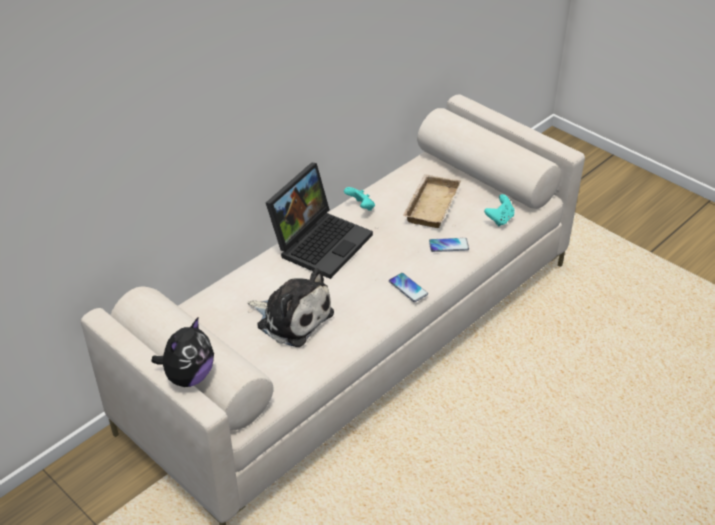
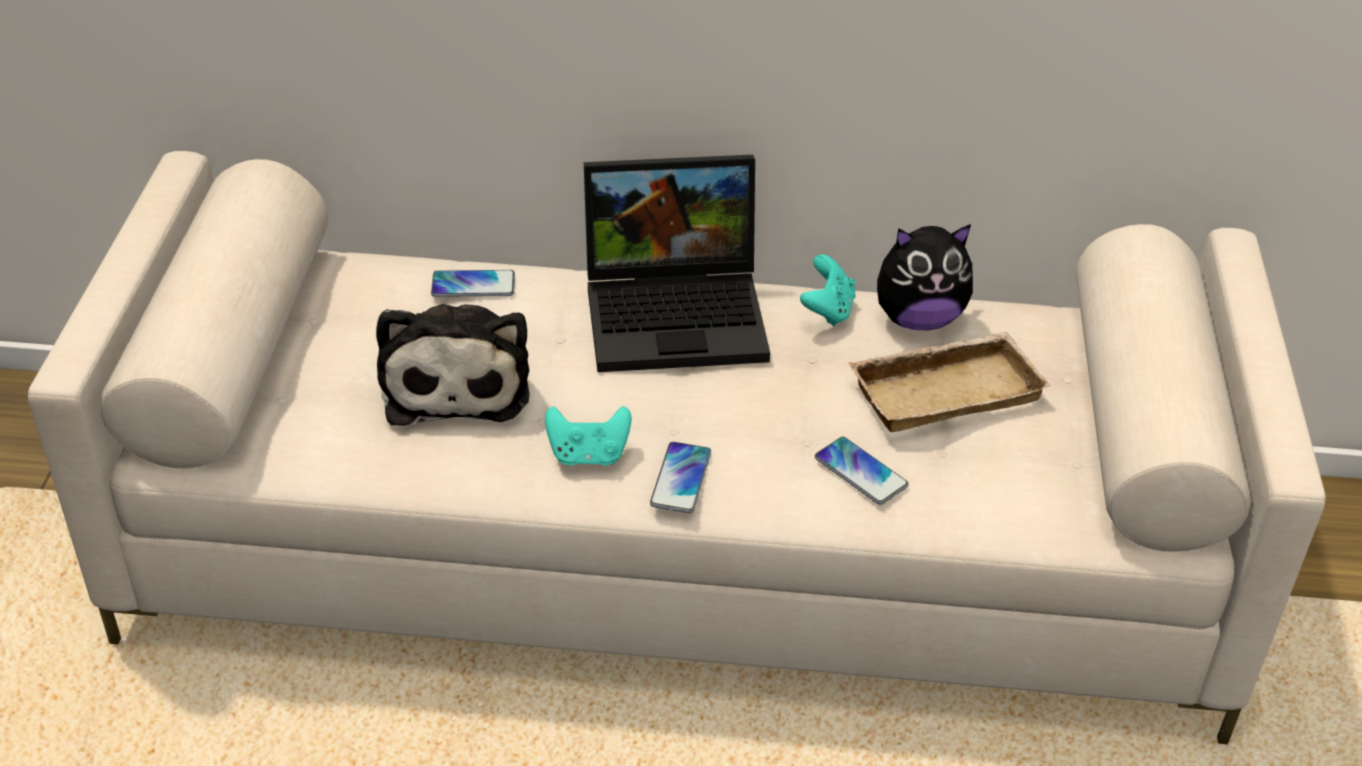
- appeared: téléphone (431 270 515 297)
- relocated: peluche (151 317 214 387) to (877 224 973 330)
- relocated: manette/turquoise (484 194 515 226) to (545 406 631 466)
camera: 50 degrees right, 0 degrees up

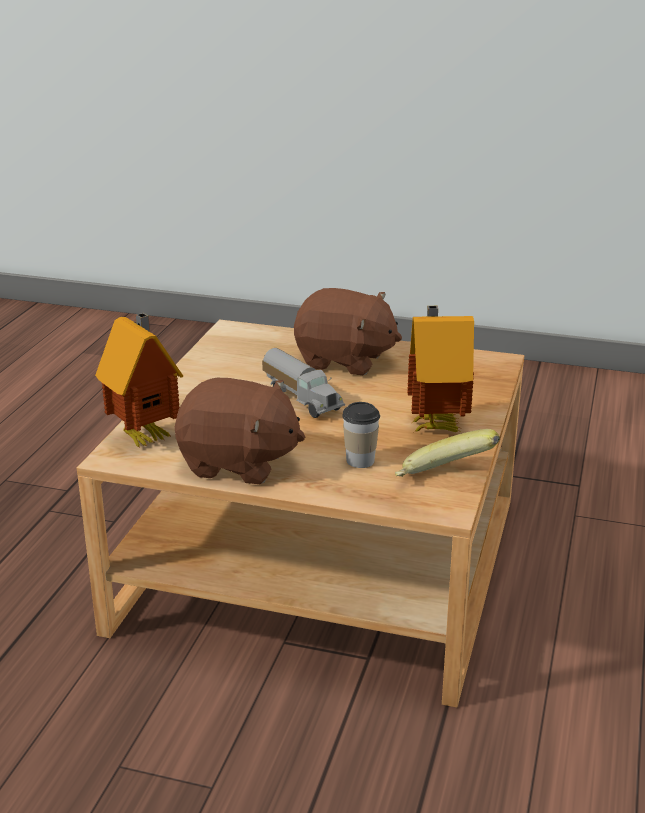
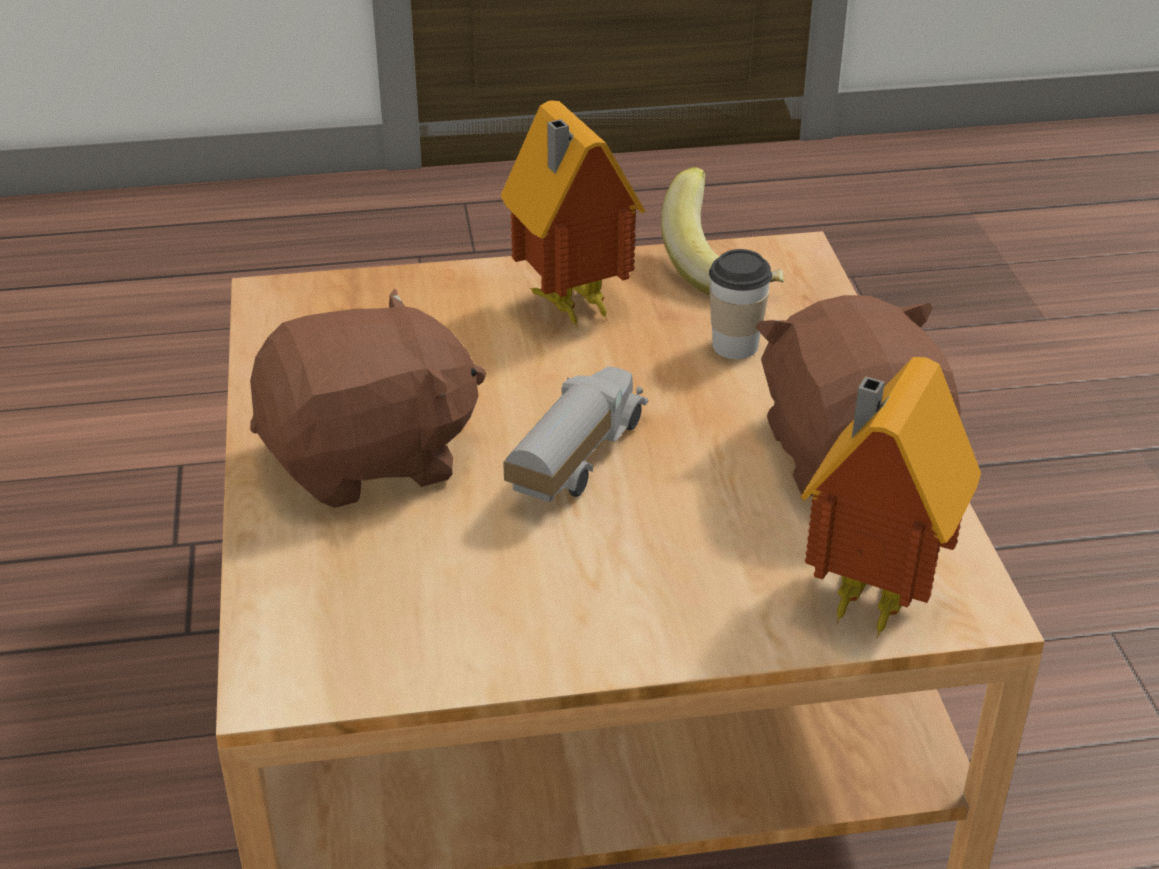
- spun: peluche/marron (294 288 402 375) = (250 289 486 508) 75 degrees clockwise
camera: 115 degrees left, 10 degrees up

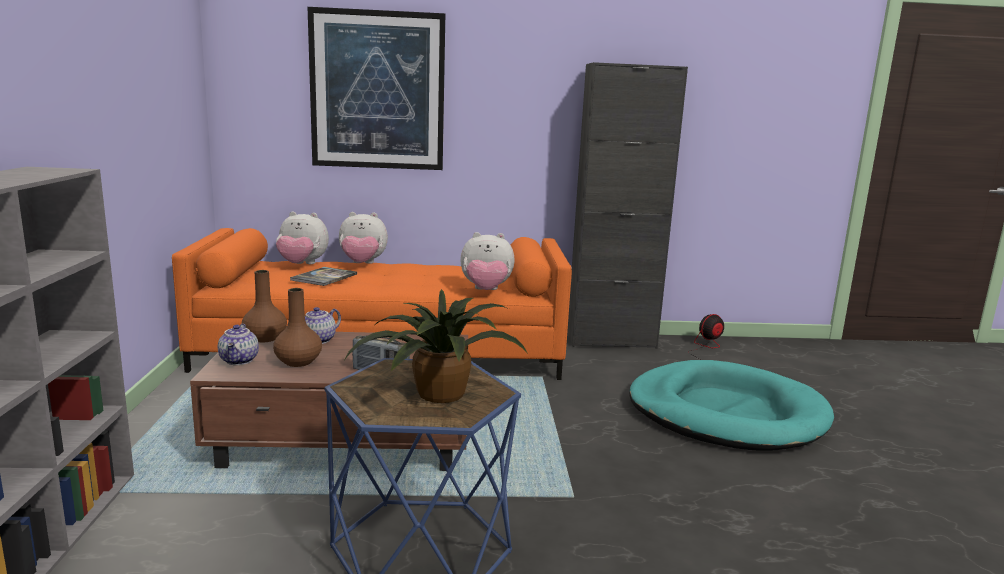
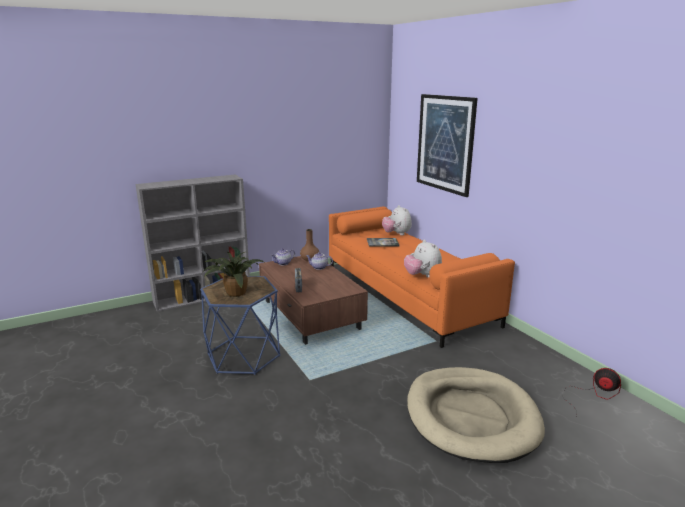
- missing: vase/marron (273 288 322 367)
- missing: peluche (339 212 388 264)
- missing: meuble de rangement/noir (567 62 688 349)
- colour: panier pour chien/turquoise (629 360 834 451) to panier pour chien/beige (407 367 545 463)
camera: 65 degrees right, 5 degrees up

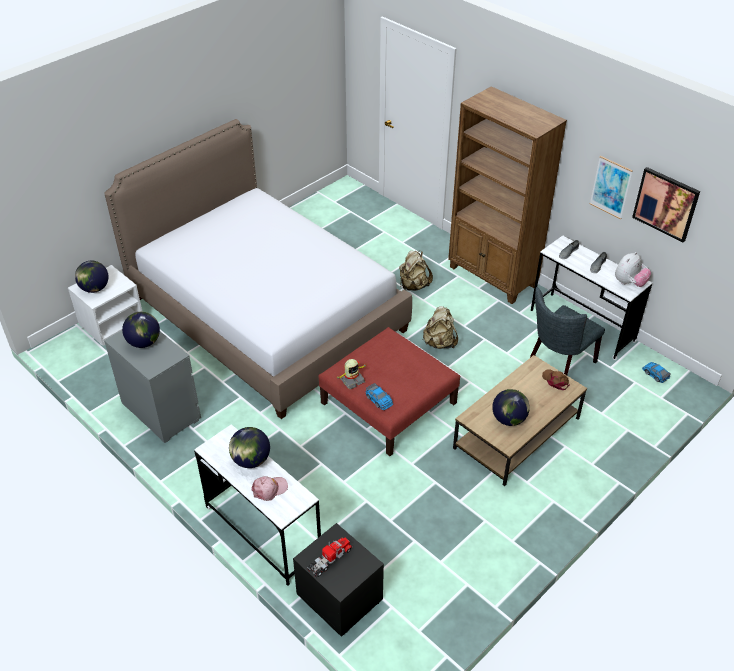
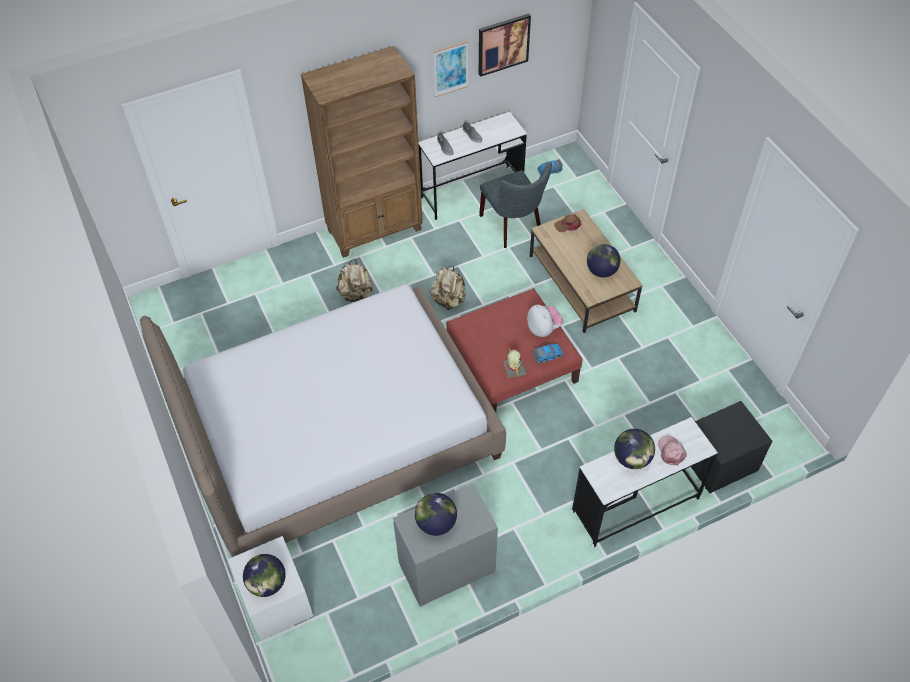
- missing: camion jouet (307 538 353 578)
- relocated: peluche (615 252 651 287) to (527 304 563 337)
camera: 70 degrees left, 10 degrees up

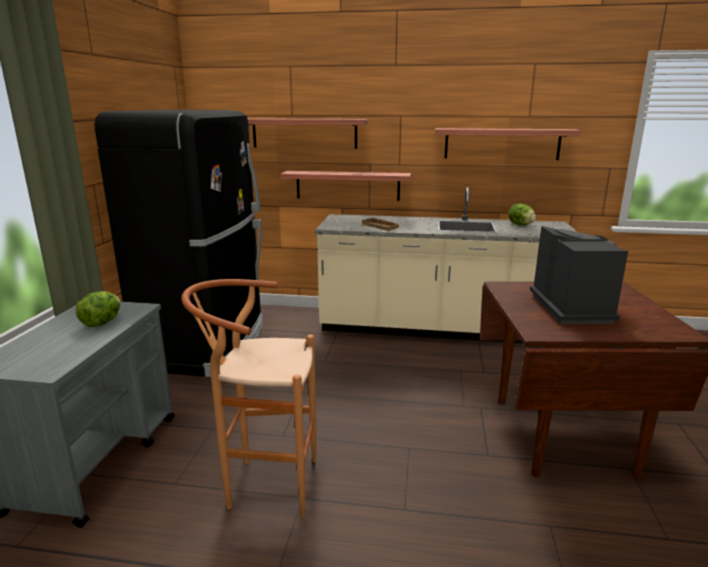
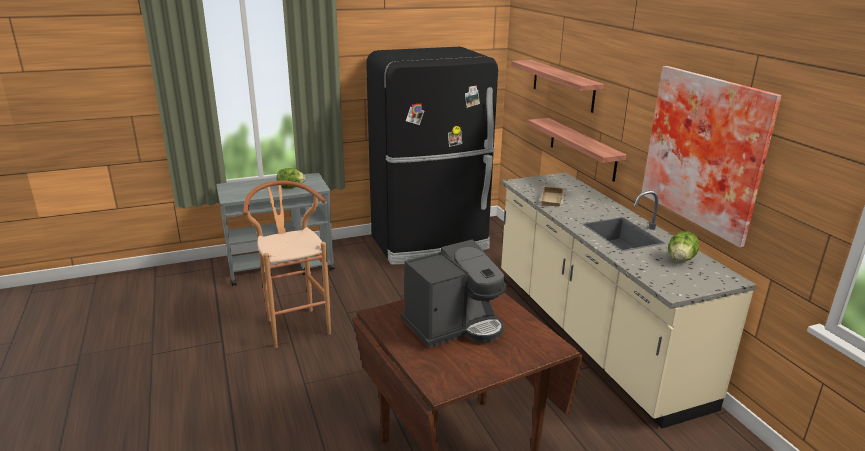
- exchanged: étagère (435 128 581 160) to tableau (642 66 781 247)
camera: 60 degrees right, 5 degrees up

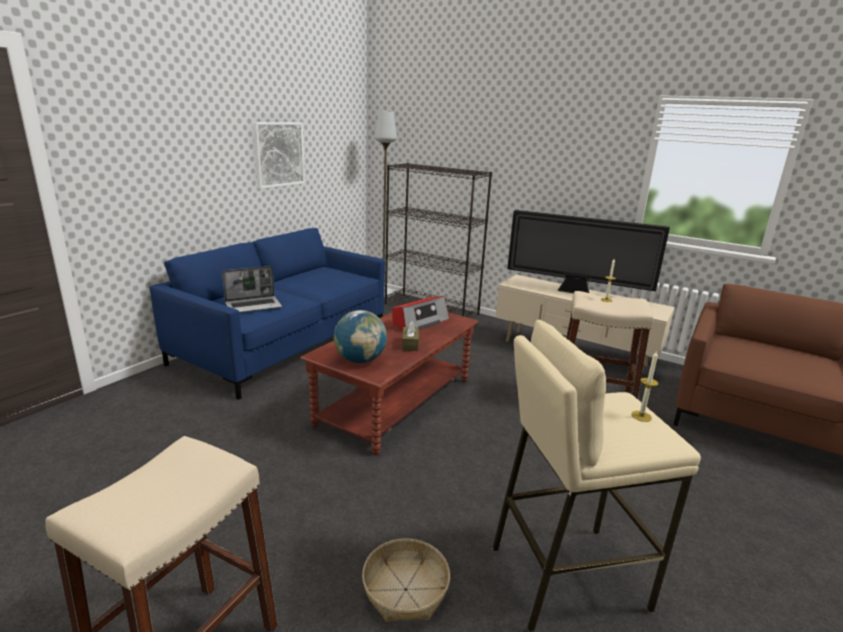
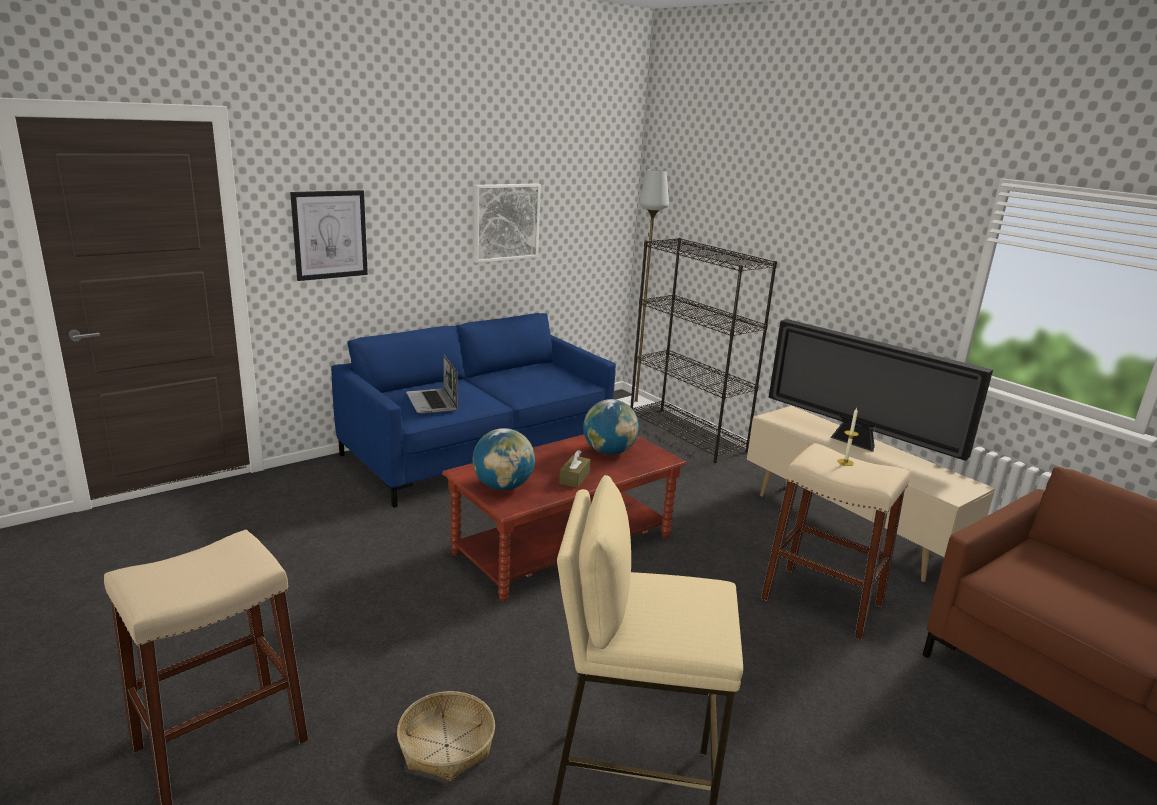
- missing: bougie (631 351 659 422)
- appeared: tableau (290 190 368 281)
- exchanged: radio (392 296 450 330) to globe (583 399 639 455)
- spun: ordinateur portable (222 266 282 313) = (406 354 458 414) 75 degrees clockwise
camera: 20 degrees right, 0 degrees up

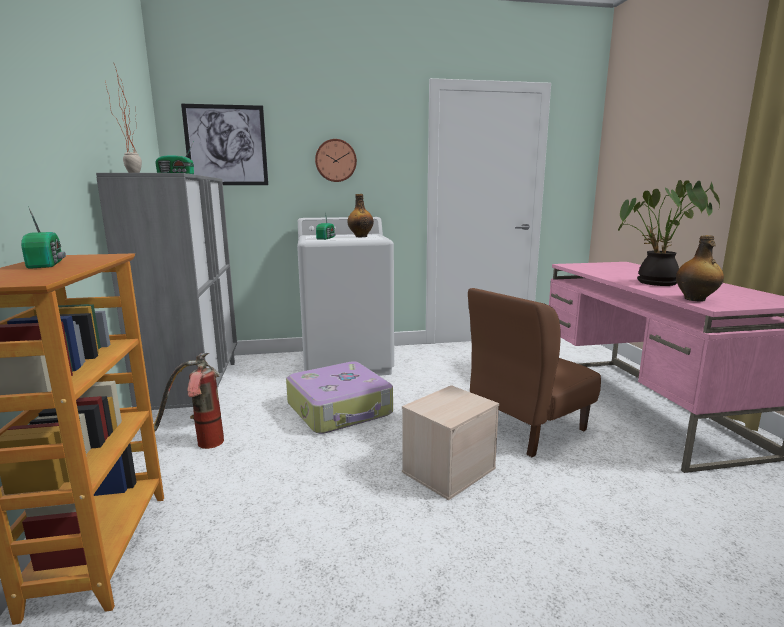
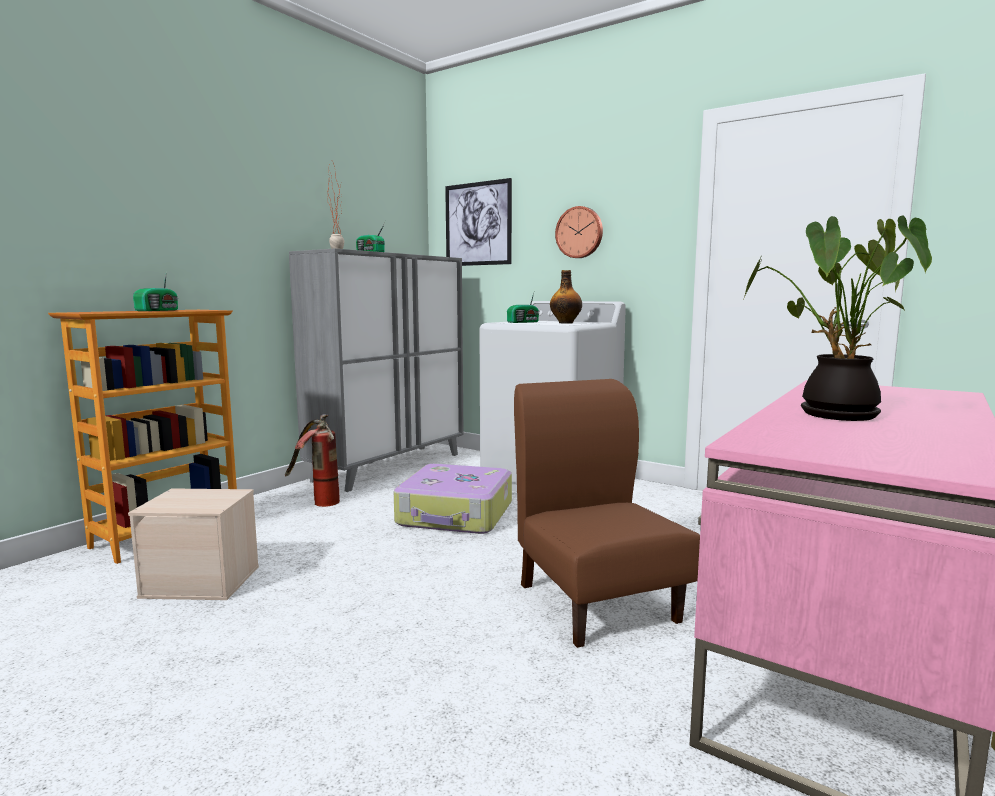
- missing: bouteille (676 235 724 301)
- relocated: boîte de rangement/beige (402 385 499 500) to (128 488 259 600)
- spun: chaise/marron (468 288 601 457) = (514 379 700 648) 60 degrees clockwise
camera: 45 degrees right, 5 degrees down

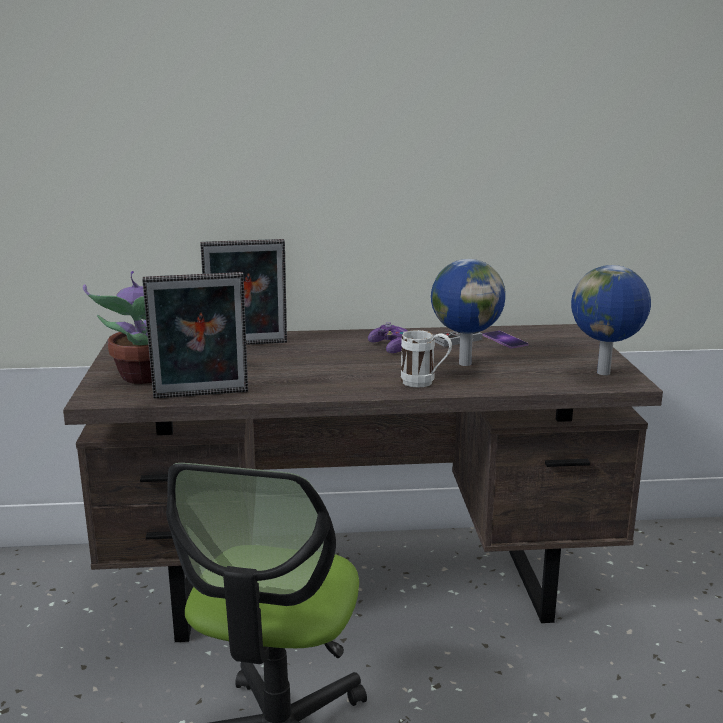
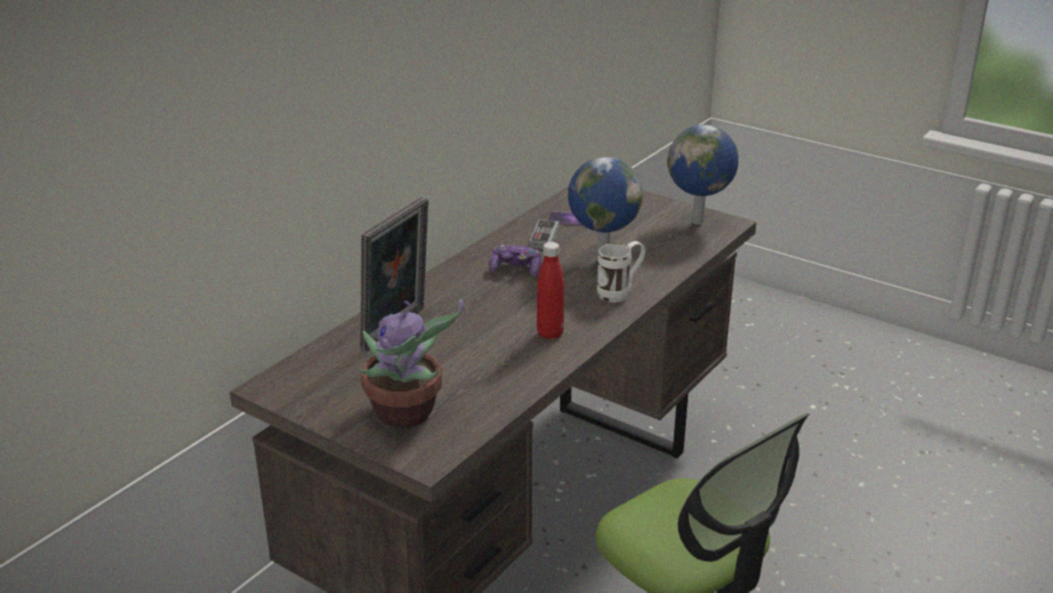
- missing: cadre photo (142 272 248 399)
- appeared: bouteille/rouge (537 242 564 340)
camera: 50 degrees left, 10 degrees up

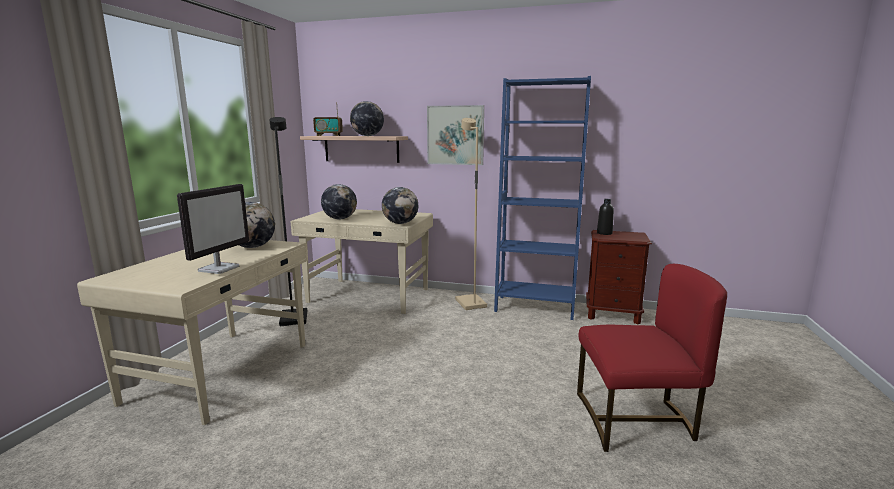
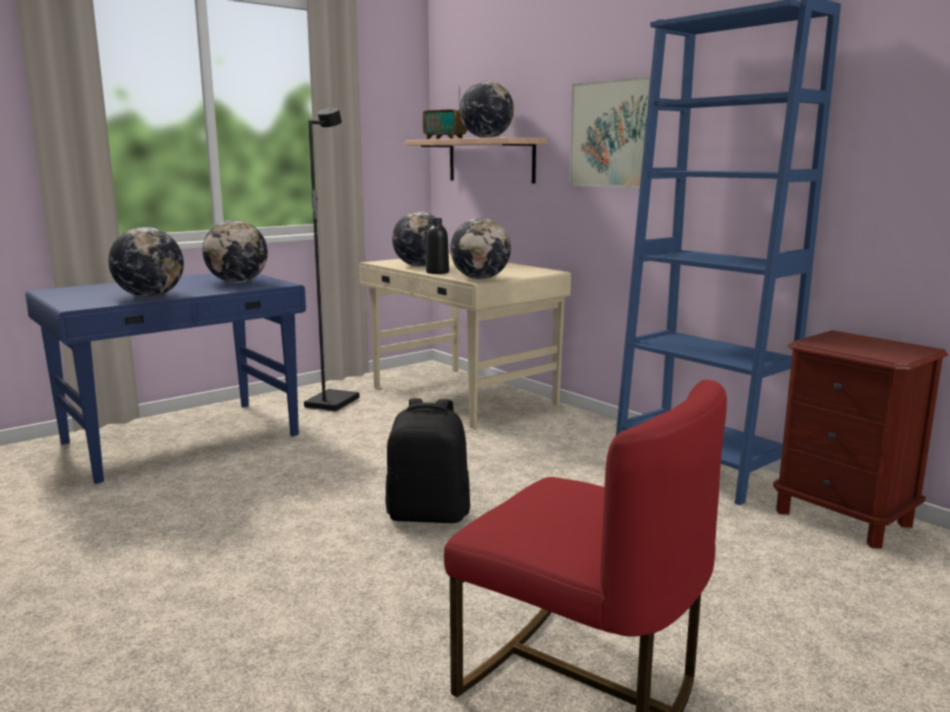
- missing: lampadaire/beige (455 118 487 310)
- appeared: sac à dos/noir (386 398 470 523)
- relocated: bouteille/noir (597 199 614 235) to (426 218 449 274)
- exchanged: écran d'ordinateur (177 184 249 274) to globe (108 227 184 297)
- colour: bureau/beige (77 240 308 425) to bureau/bleu (25 273 306 484)
camera: 35 degrees right, 0 degrees up

